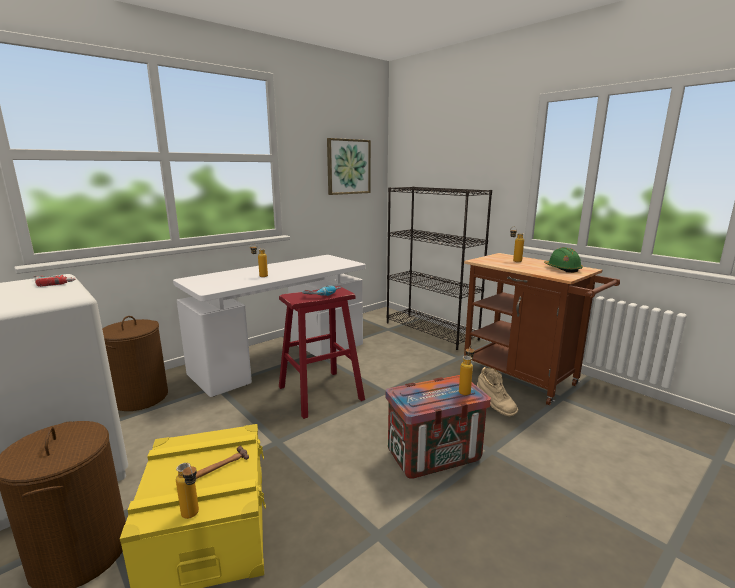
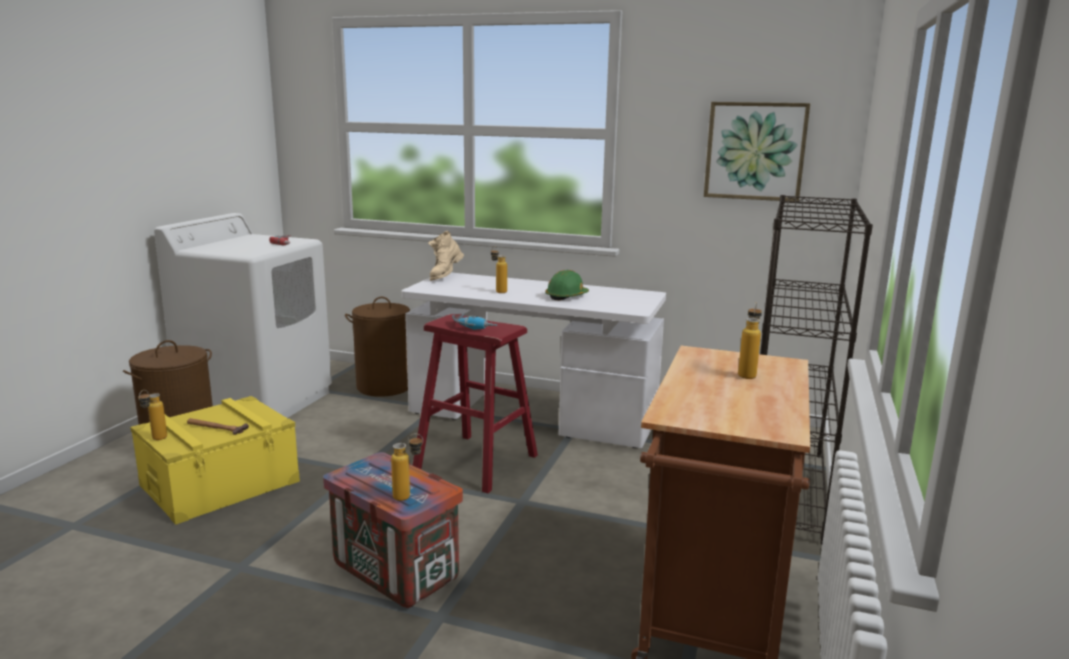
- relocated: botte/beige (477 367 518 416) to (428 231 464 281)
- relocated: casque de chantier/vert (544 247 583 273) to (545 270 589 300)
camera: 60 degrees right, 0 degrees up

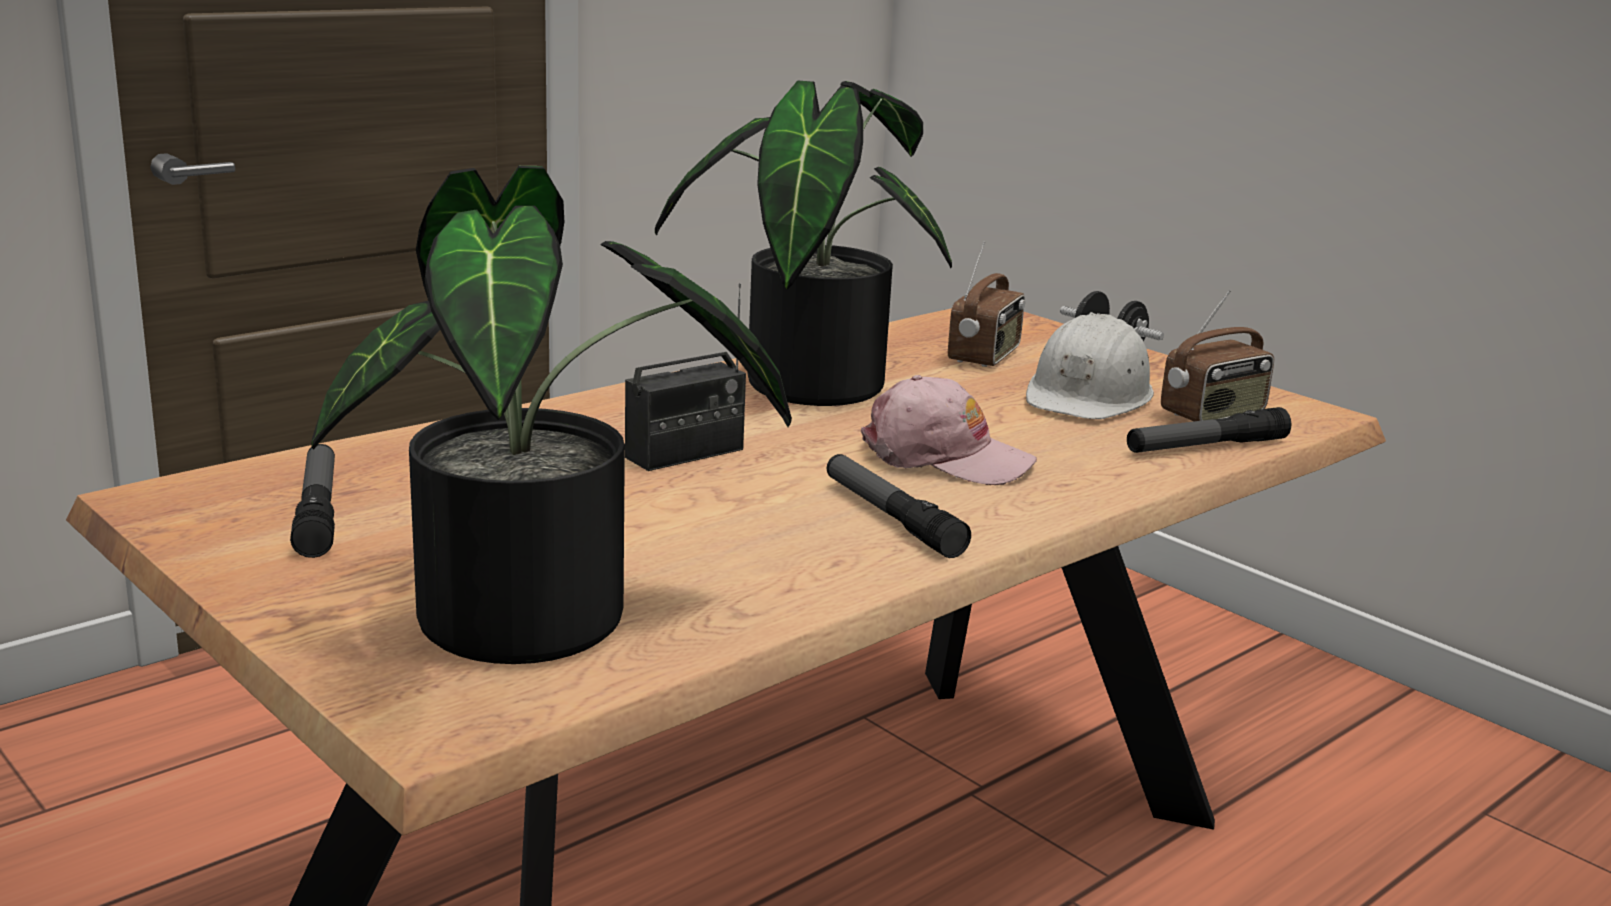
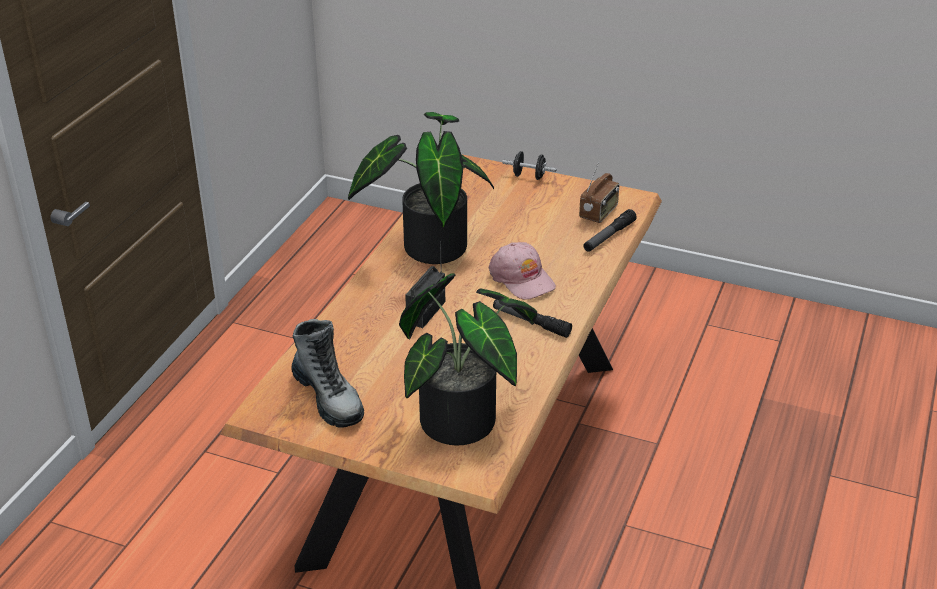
- missing: radio (948 242 1025 367)
- missing: casque de chantier/blanc (1026 312 1154 419)
- exchanged: lampe de poche (290 444 335 558) to botte (292 319 364 428)
- spun: casquette/rose (861 375 1037 485) = (489 242 556 300) 60 degrees clockwise
camera: 25 degrees left, 15 degrees up

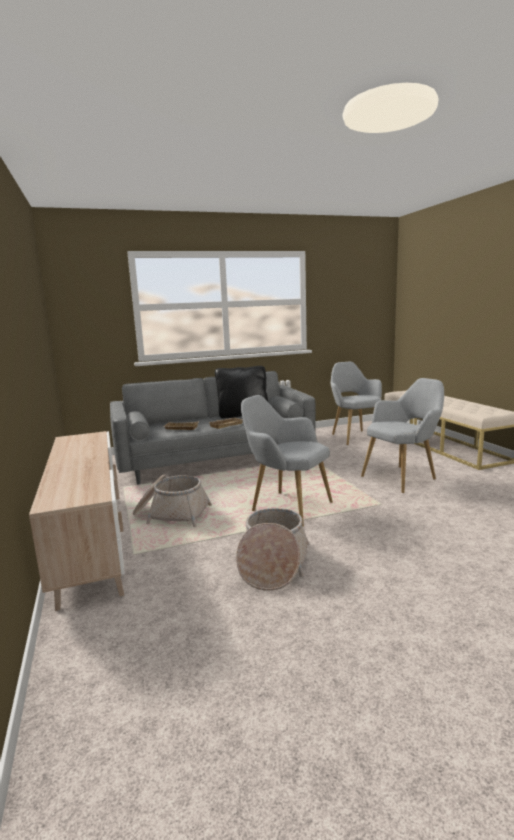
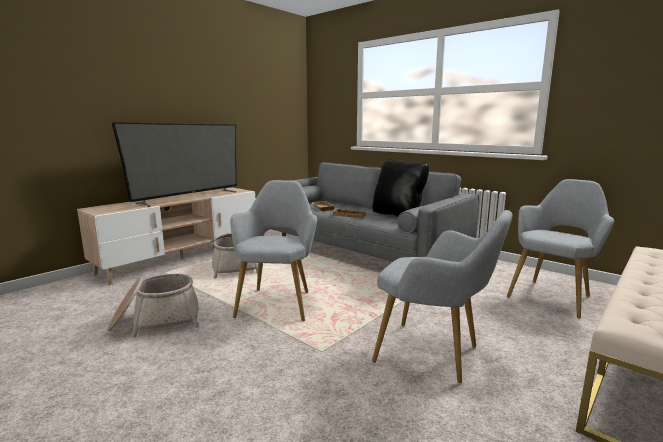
- appeared: téléviseur (112 122 237 207)
camera: 60 degrees right, 0 degrees up

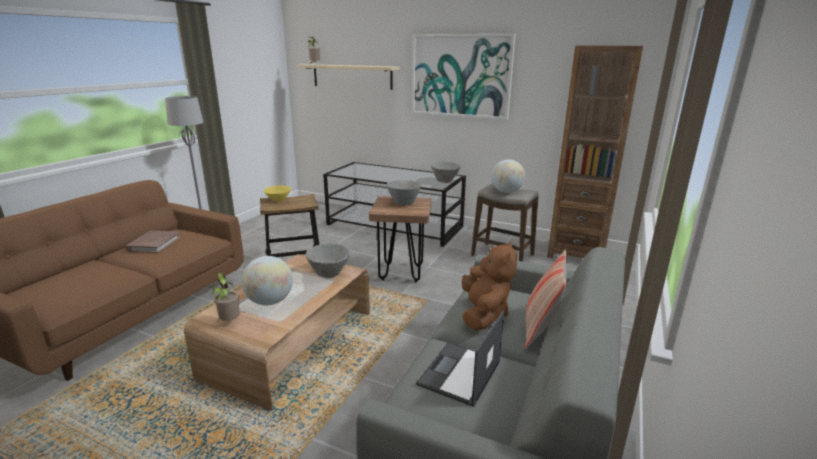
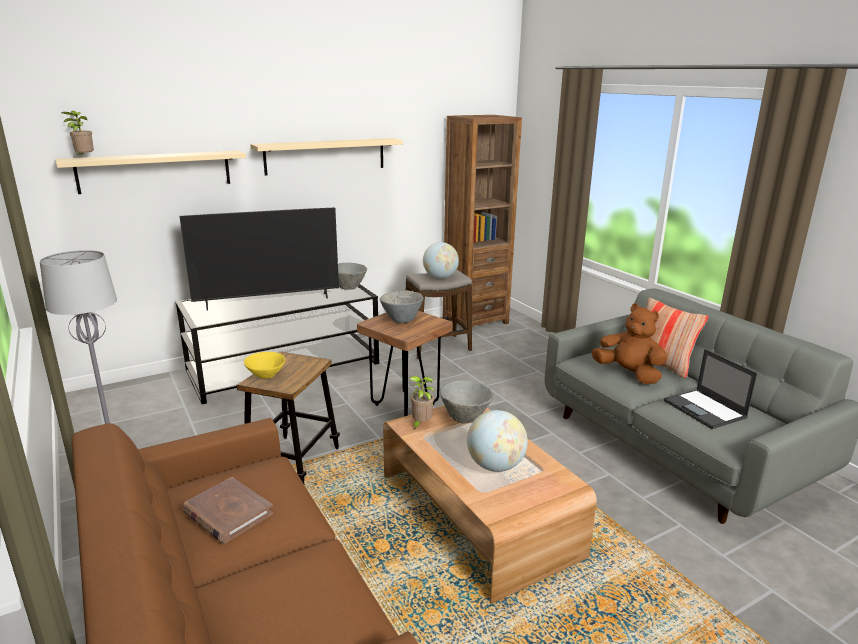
- appeared: téléviseur (180 207 339 310)
- relocated: plante en pot (208 273 240 322) to (409 376 435 429)
- exchanged: tableau (412 34 516 120) to étagère/beige (250 138 403 176)
camera: 55 degrees left, 0 degrees up

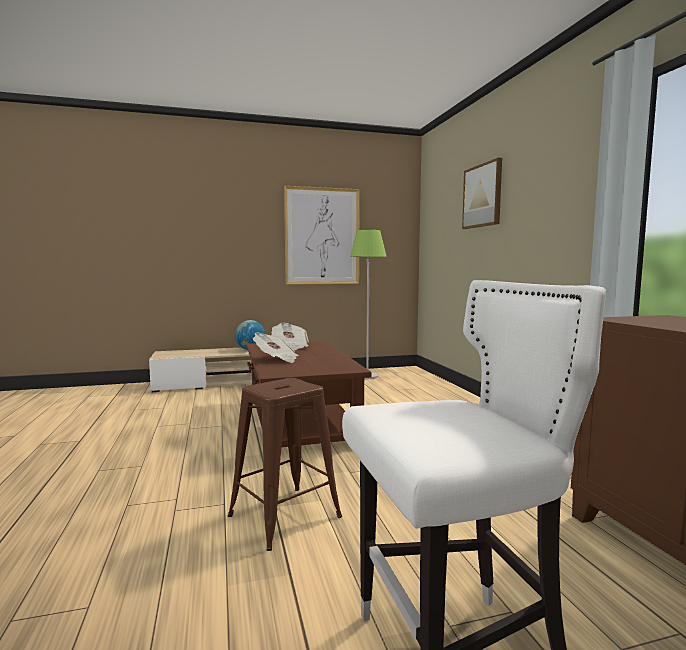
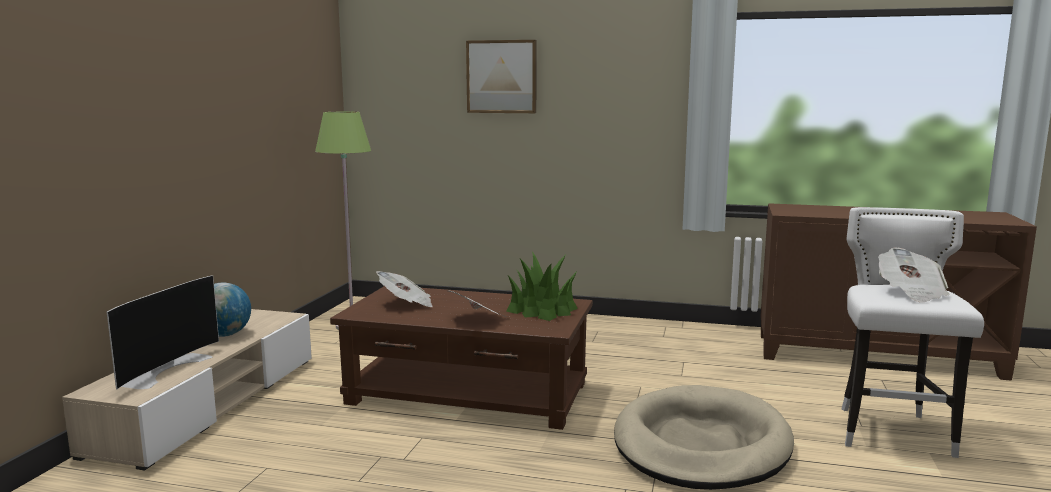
- missing: tableau (284 186 360 285)
- appeared: téléviseur (107 275 219 389)
- appeared: plante en pot (506 252 578 321)
- appeared: journal (878 248 950 302)
- exchanged: tabouret/marron (228 378 342 551) to panier pour chien/beige (614 385 794 490)
camera: 60 degrees left, 5 degrees up

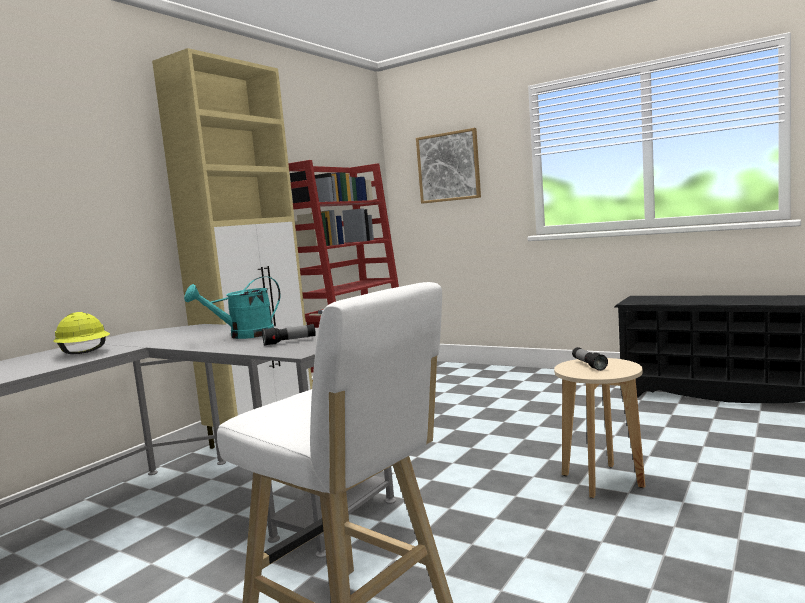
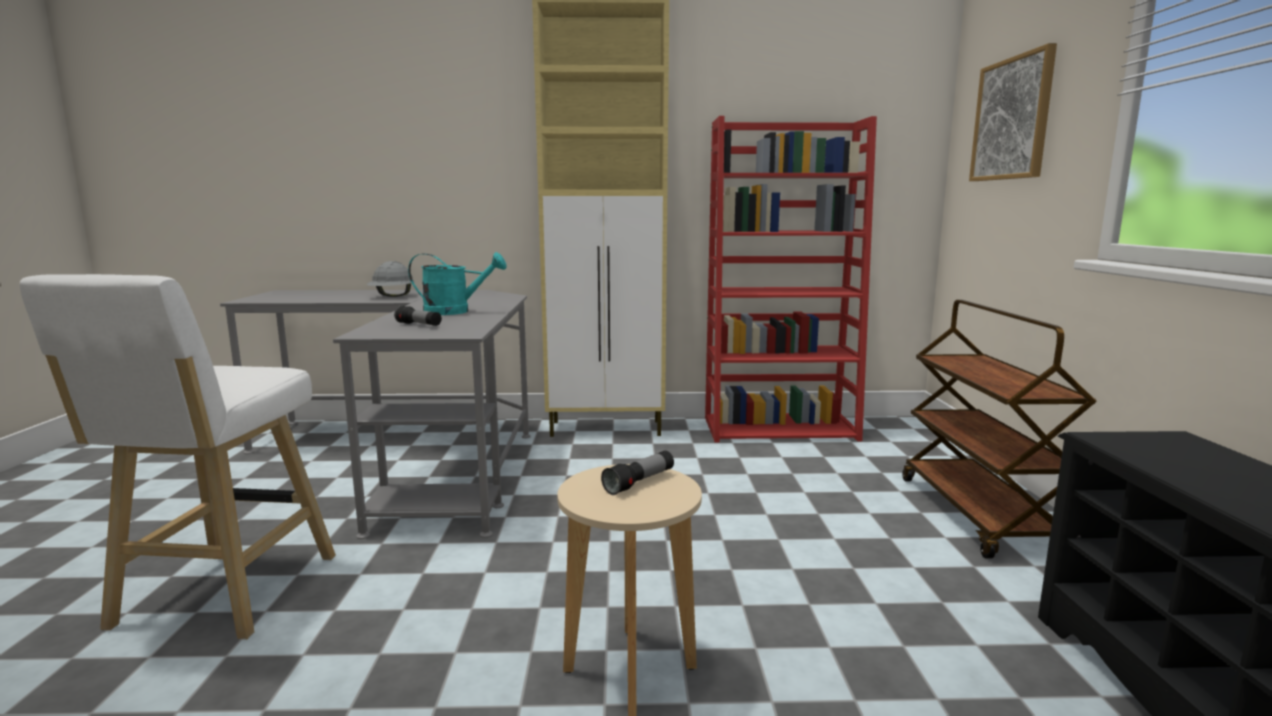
- appeared: chariot/marron (902 300 1097 559)
- colour: casque de chantier/jaune (53 312 110 354) to casque de chantier/gris (366 261 414 297)
- spun: arrosoir/turquoise (184 276 280 339) = (408 252 507 315) 150 degrees clockwise
camera: 55 degrees right, 5 degrees up

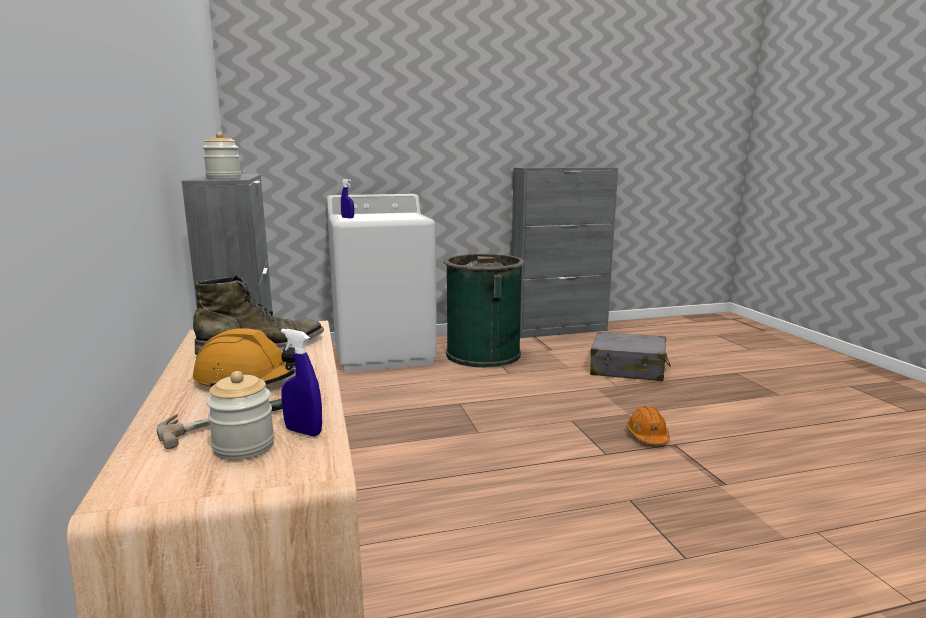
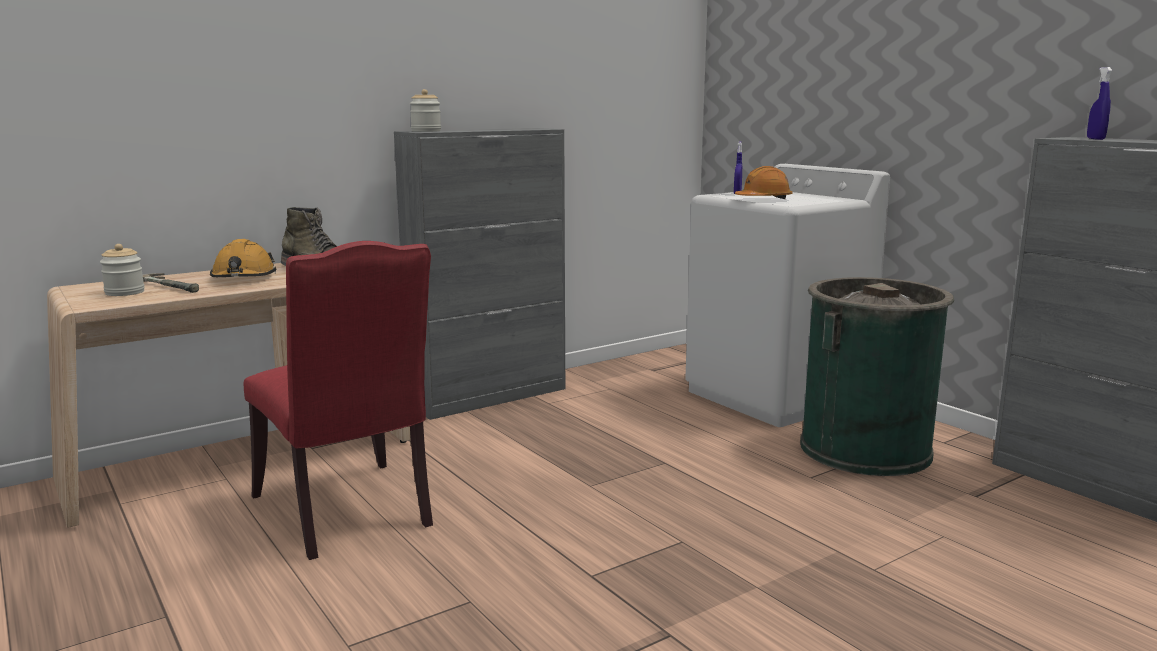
- missing: valise/gris (590 332 671 381)
- appeared: chaise/rouge (244 241 433 560)
- relocated: vaporisateur/bleu (281 329 322 436) to (1087 67 1112 140)
- relocated: casque de chantier/orange (627 406 670 444) to (735 166 792 200)
camera: 70 degrees right, 0 degrees up

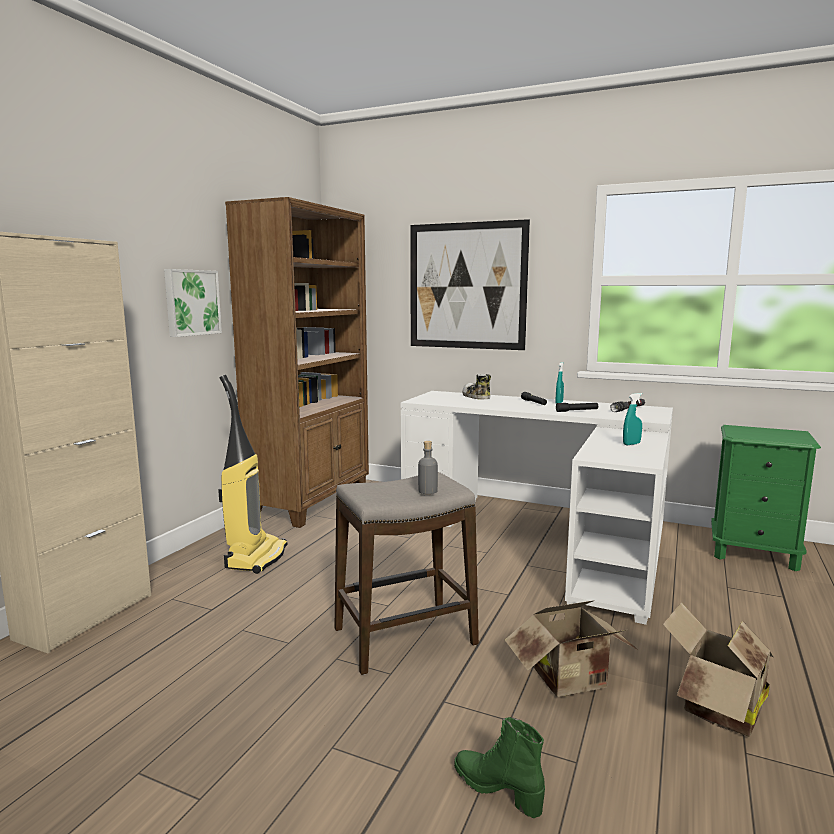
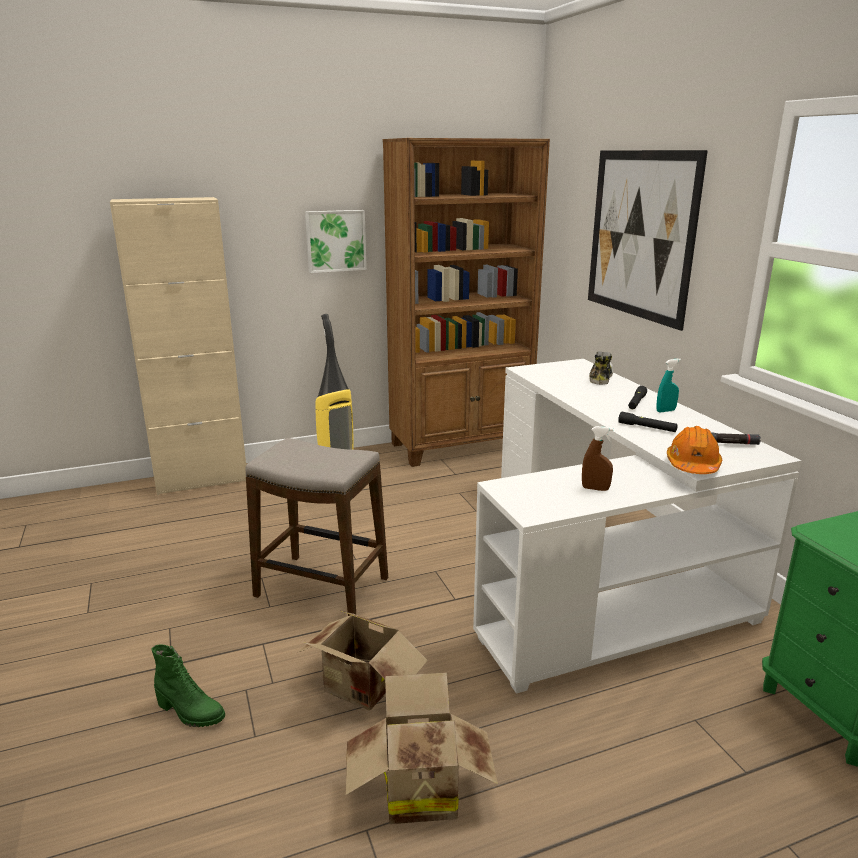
- missing: bouteille/gris (418 441 438 494)
- appeared: casque de chantier/orange (667 426 722 474)
- colour: vaporisateur/turquoise (623 393 642 445) to vaporisateur/marron (582 426 613 491)
- spun: botte/vert (454 717 545 818) = (151 645 225 727) 120 degrees clockwise
camera: 45 degrees right, 10 degrees up

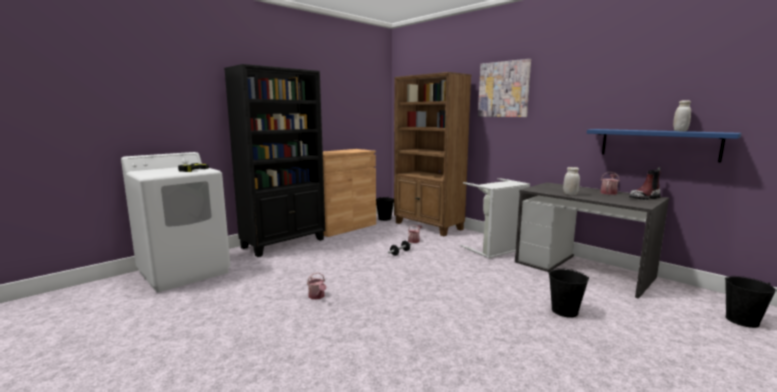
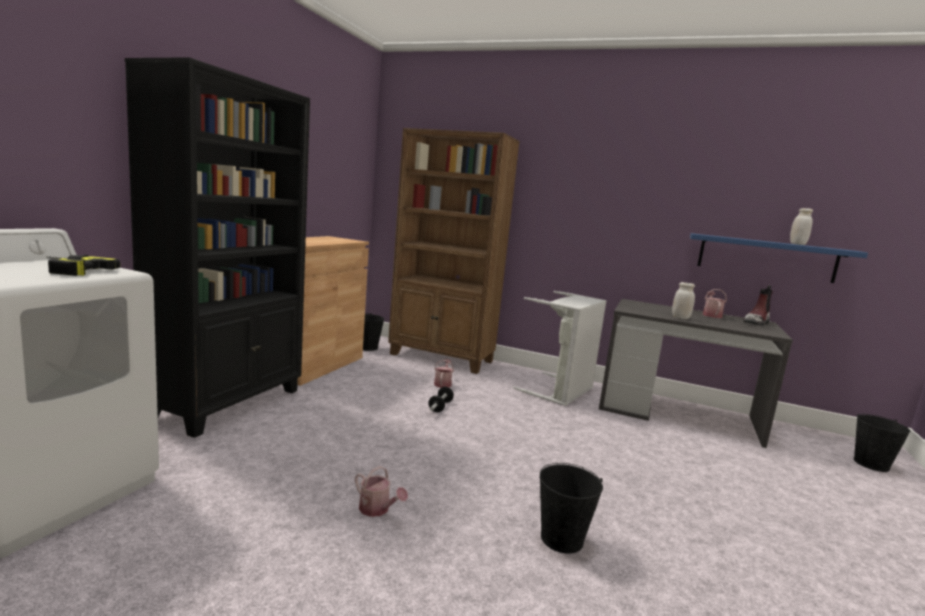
- missing: tableau (478 59 531 117)
- relocated: seau/noir (549 268 589 318) to (539 463 603 554)
camera: 25 degrees left, 0 degrees up

